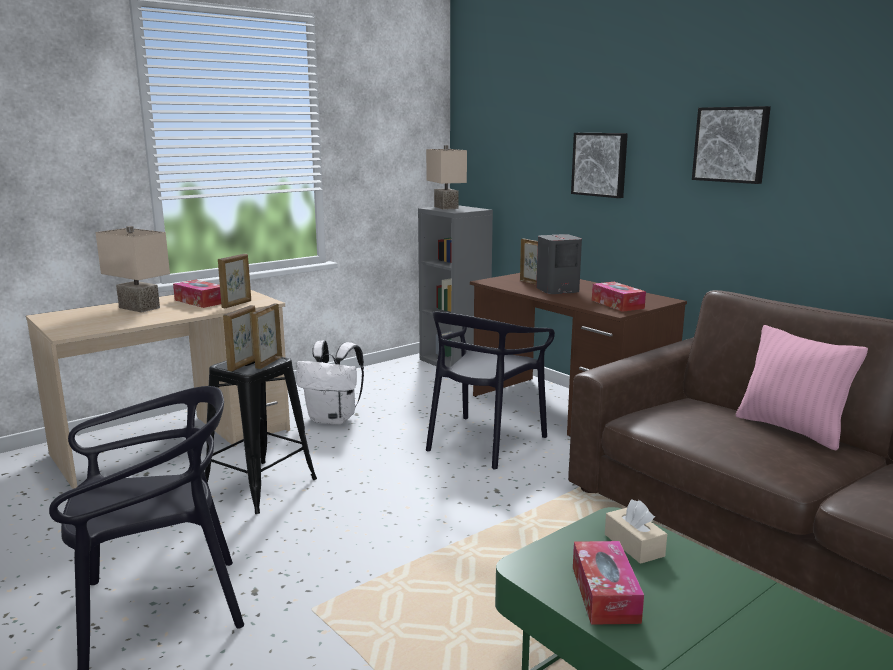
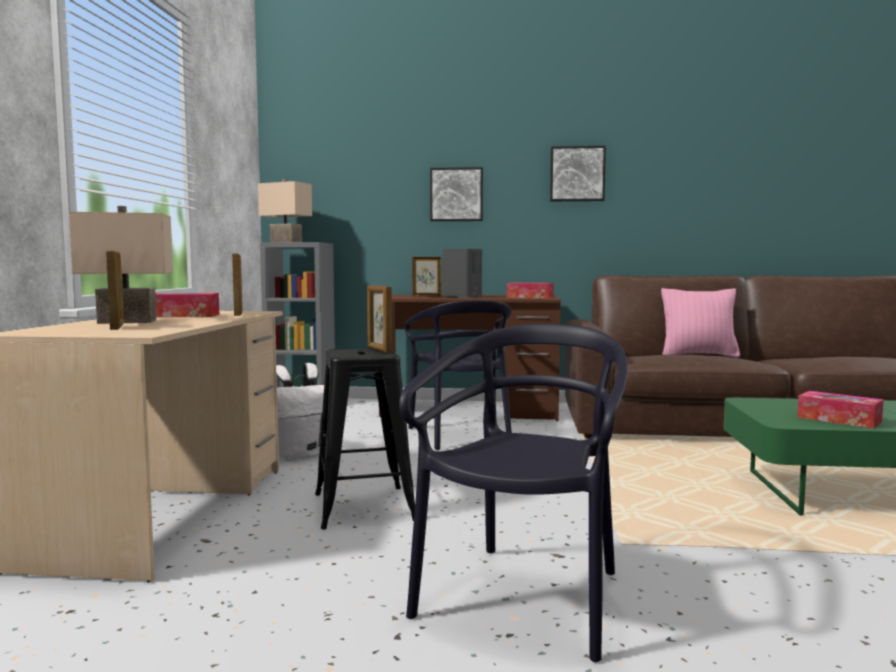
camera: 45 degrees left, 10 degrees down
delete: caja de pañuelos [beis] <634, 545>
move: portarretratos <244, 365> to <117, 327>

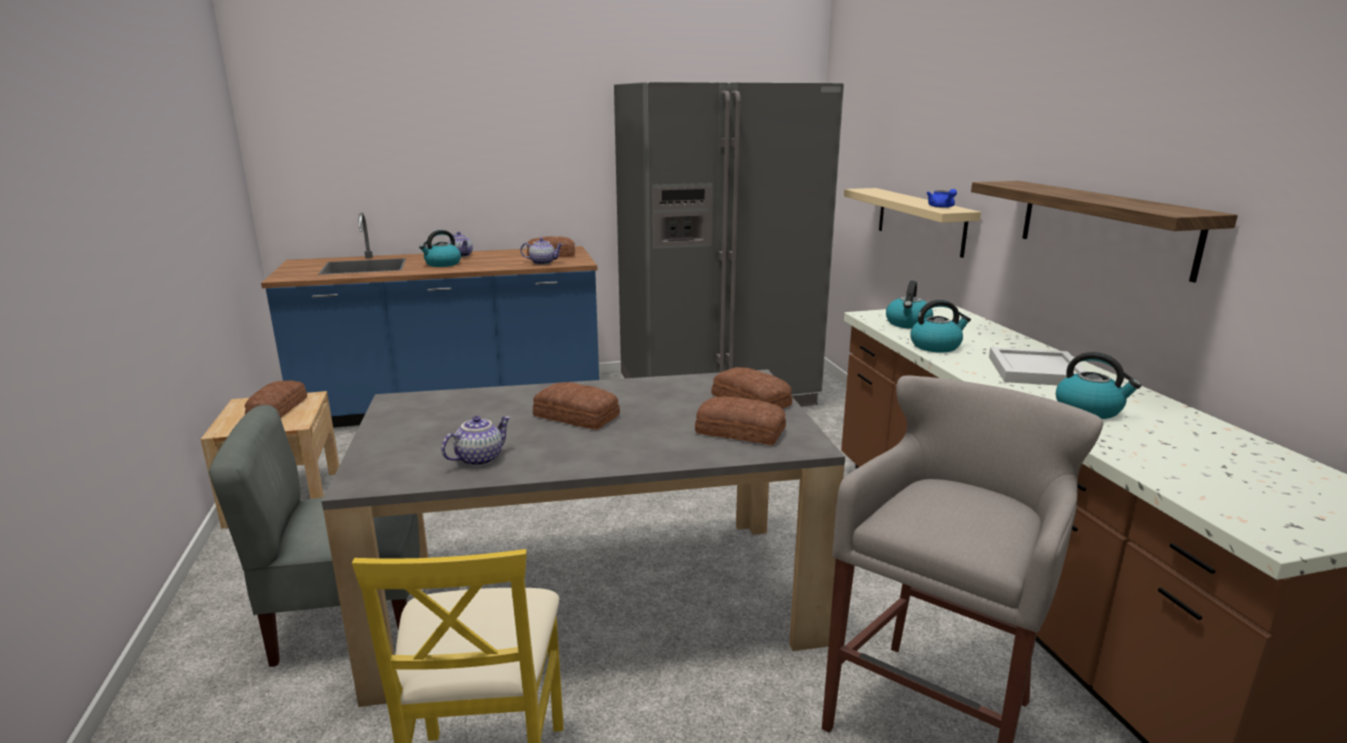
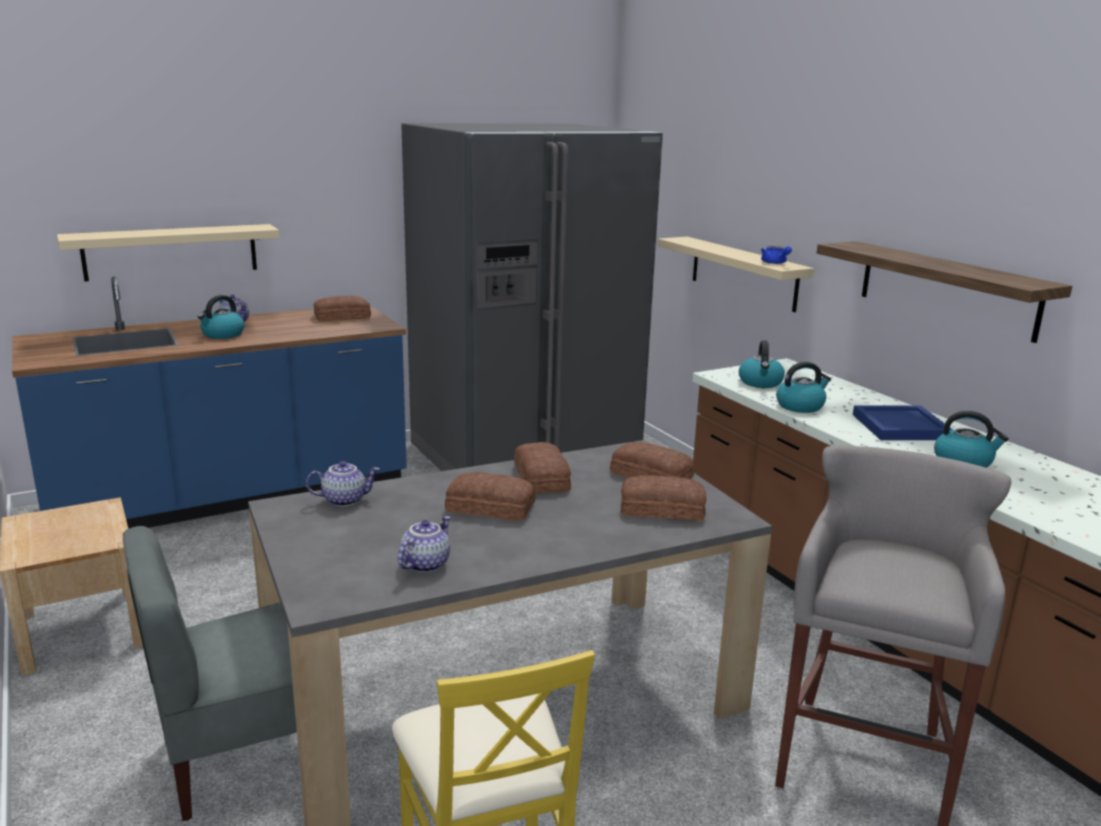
camera: 15 degrees left, 0 degrees up
insert: estante [beis] <171, 252>
move: pan <279, 407> to <542, 477>; tetera <543, 262> to <344, 500>
recolor: bandeja [blanco] <1037, 371> to bandeja [azul] <902, 427>

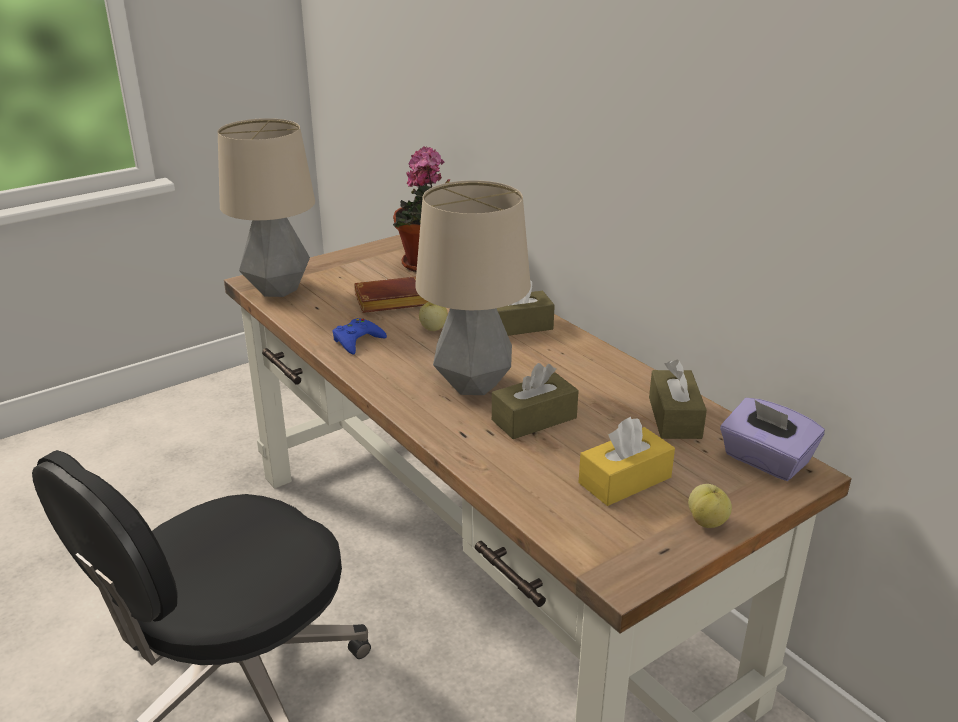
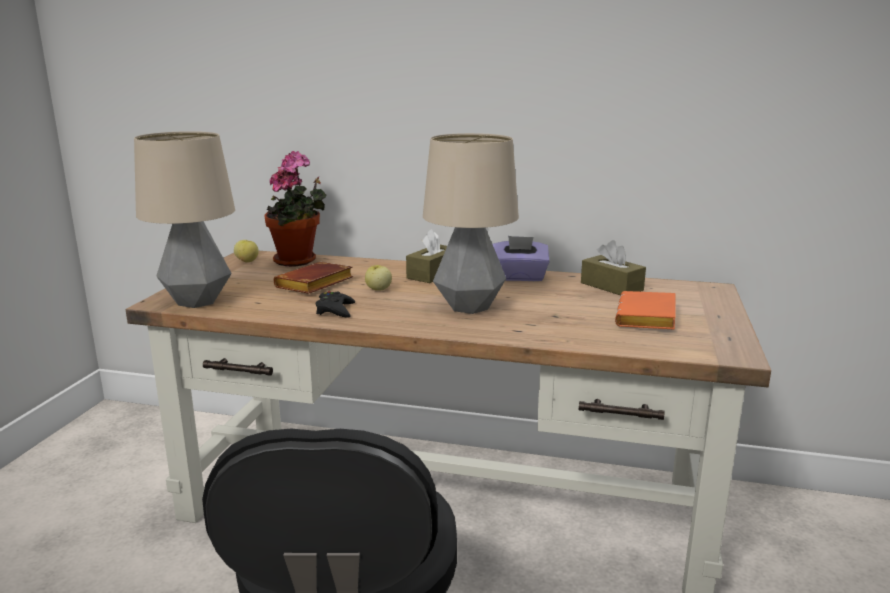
camera: 40 degrees left, 10 degrees down
delete: caja de pañuelos [marrón] <534, 419>
move: manzana <707, 522> to <247, 261>; caja de pañuelos [morado] <765, 460> to <519, 277>
replace: caja de pañuelos [amarillo] <625, 480> to libro [naranja] <648, 318>
recolor: mando de consola [azul] <357, 341> to mando de consola [negro] <335, 310>

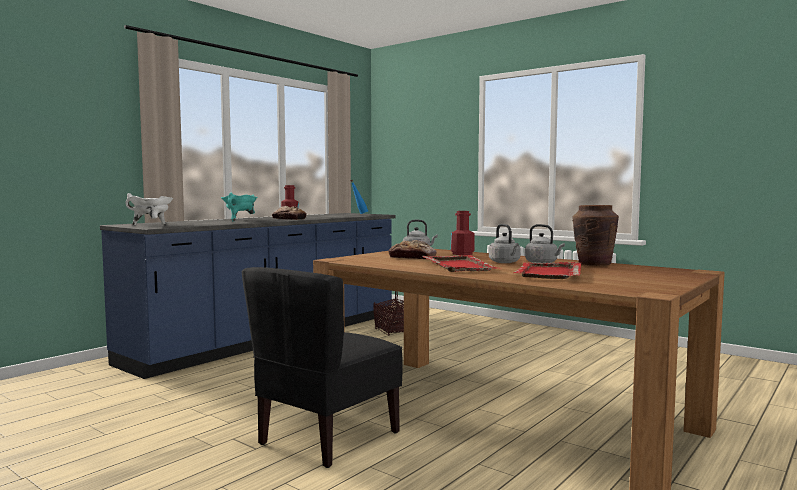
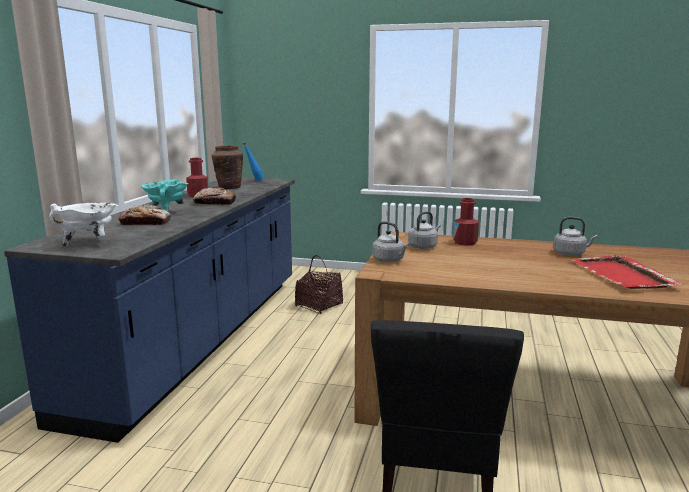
camera: 25 degrees left, 10 degrees up
delete: bandeja [rojo] <458, 266>
move: pan <412, 258> to <146, 223>; hervidor [gris] <505, 262> to <389, 260>; florero [marrón] <594, 264> to <229, 188>

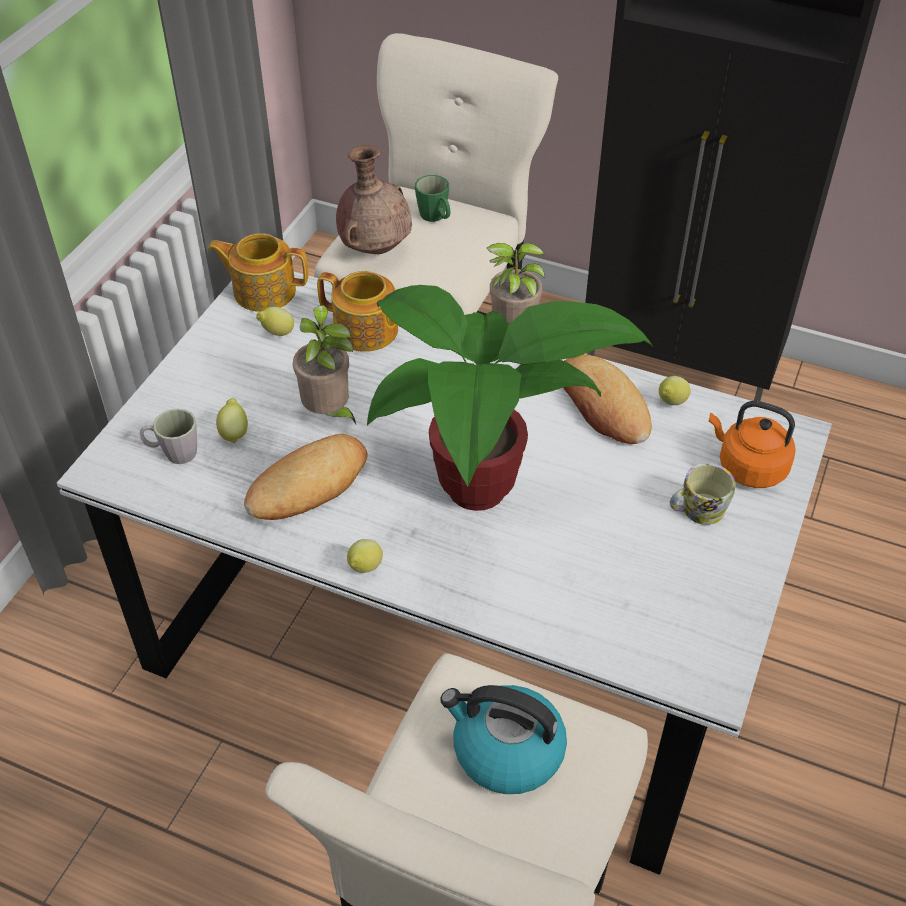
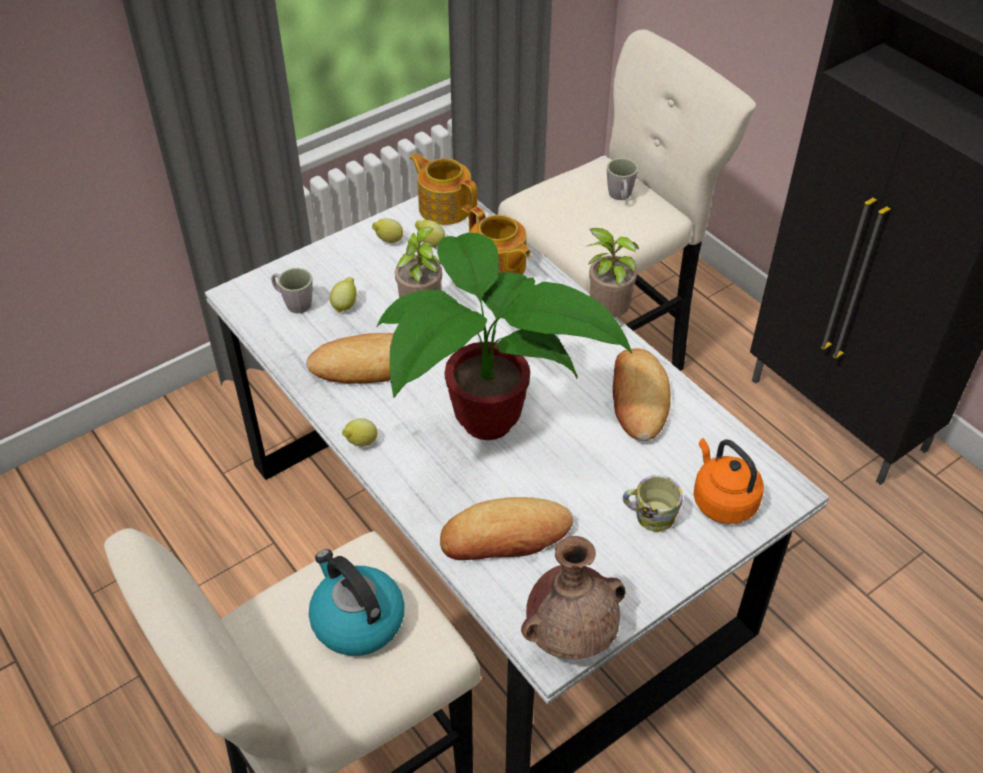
camera: 30 degrees right, 0 degrees up
insert: pan <505, 536>
move: florero [marrón] <376, 248> to <572, 635>; limón <670, 403> to <388, 241>
recolor: taza grande [verde] <436, 217> to taza grande [gris] <620, 196>

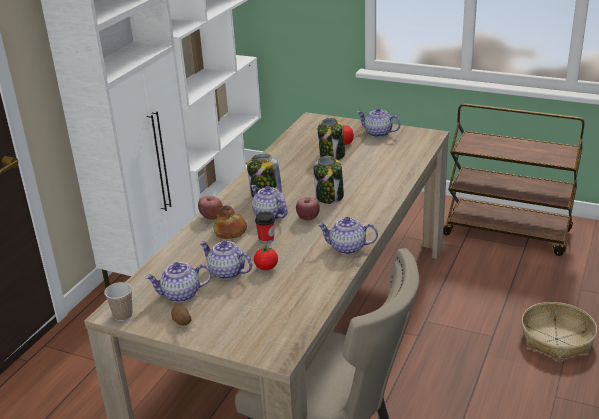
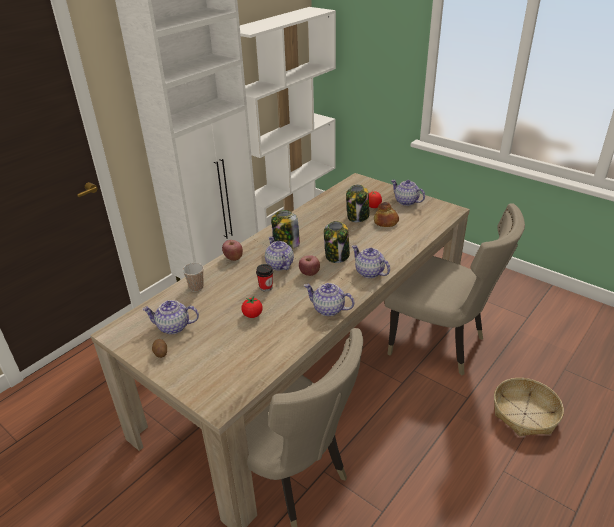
camera: 15 degrees right, 5 degrees up
delete: carrito [marrón] <507, 233>
insert: silla [beis] <440, 344>
move: taza <123, 315> to <196, 287>; tetera <226, 272> to <369, 272>; pan <231, 231> to <386, 221>

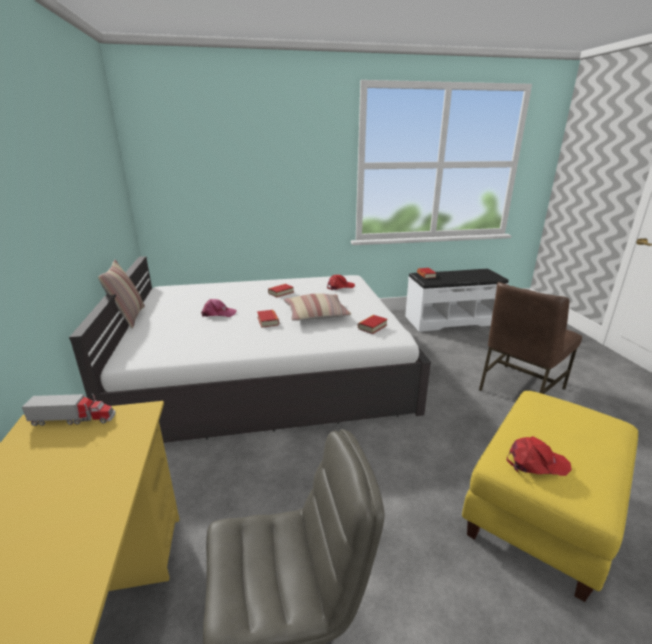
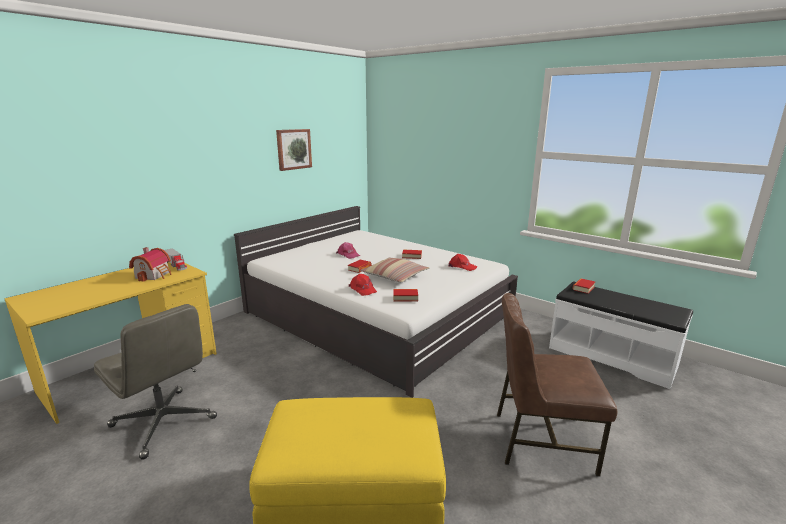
camera: 50 degrees right, 5 degrees down
delete: cojín <129, 317>
insert: casita <154, 275>; cuadro <293, 149>
move: gorra [rojo] <536, 463> to <363, 289>

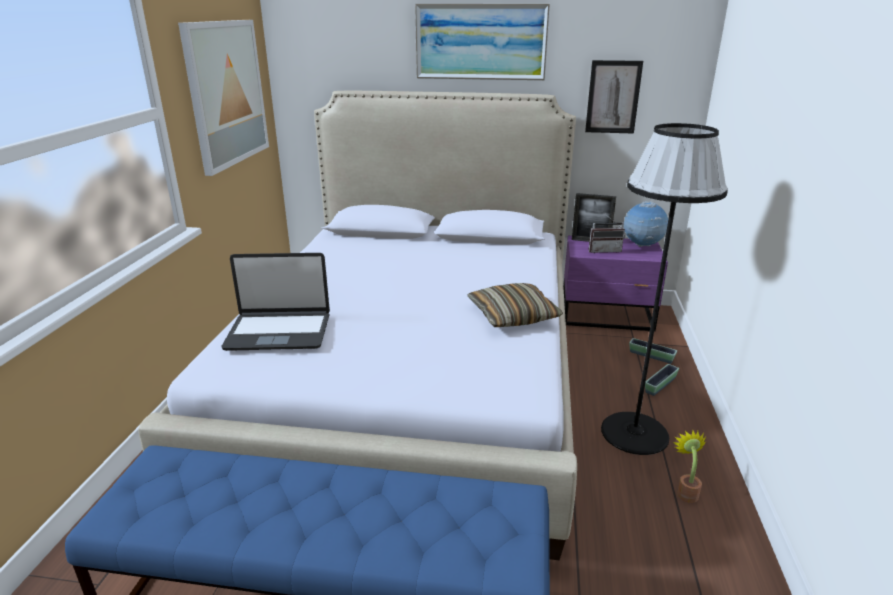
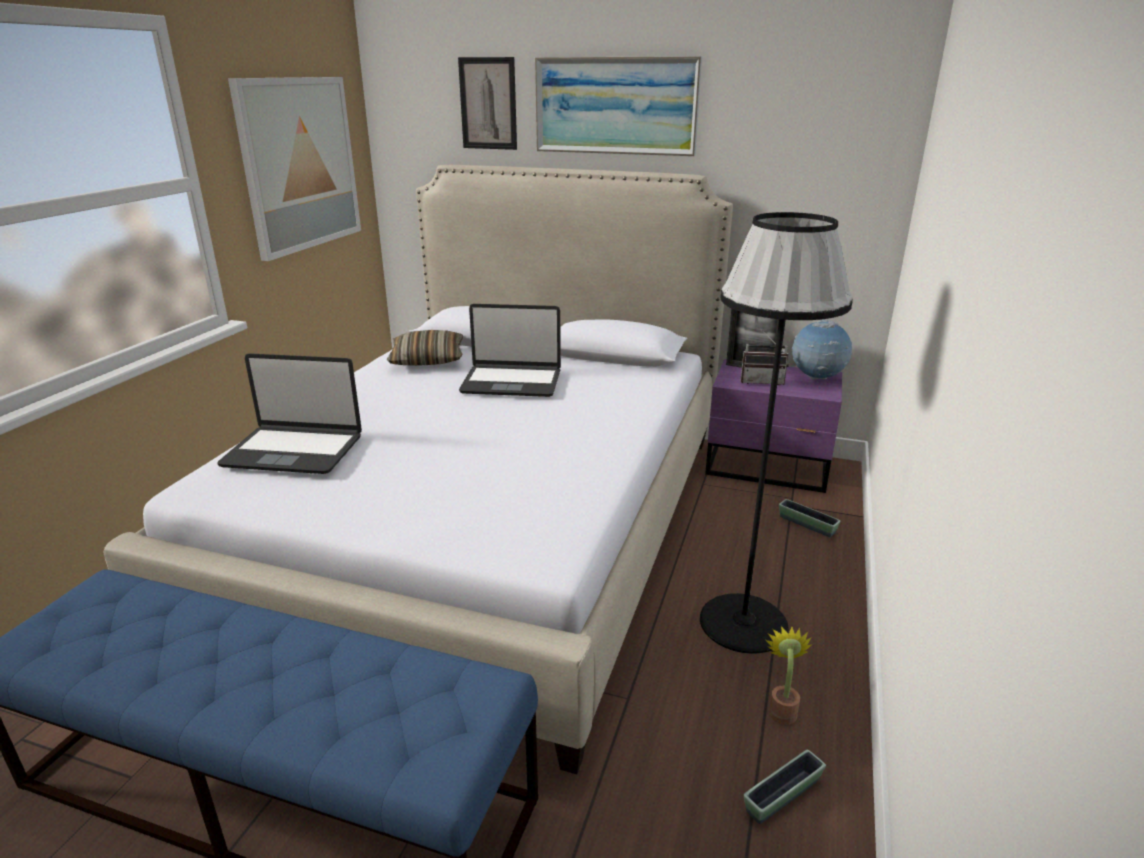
camera: 10 degrees right, 0 degrees up
insert: portátil <511, 382>
move: cojín <513, 315> to <427, 359>; cuadro <613, 97> to <488, 104>; maceta <660, 385> to <782, 796>

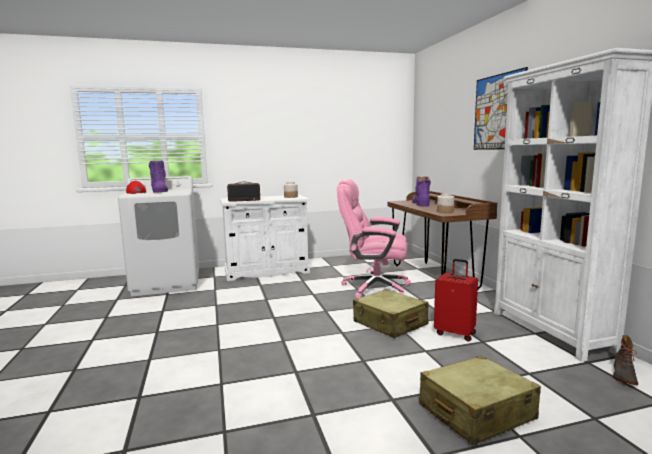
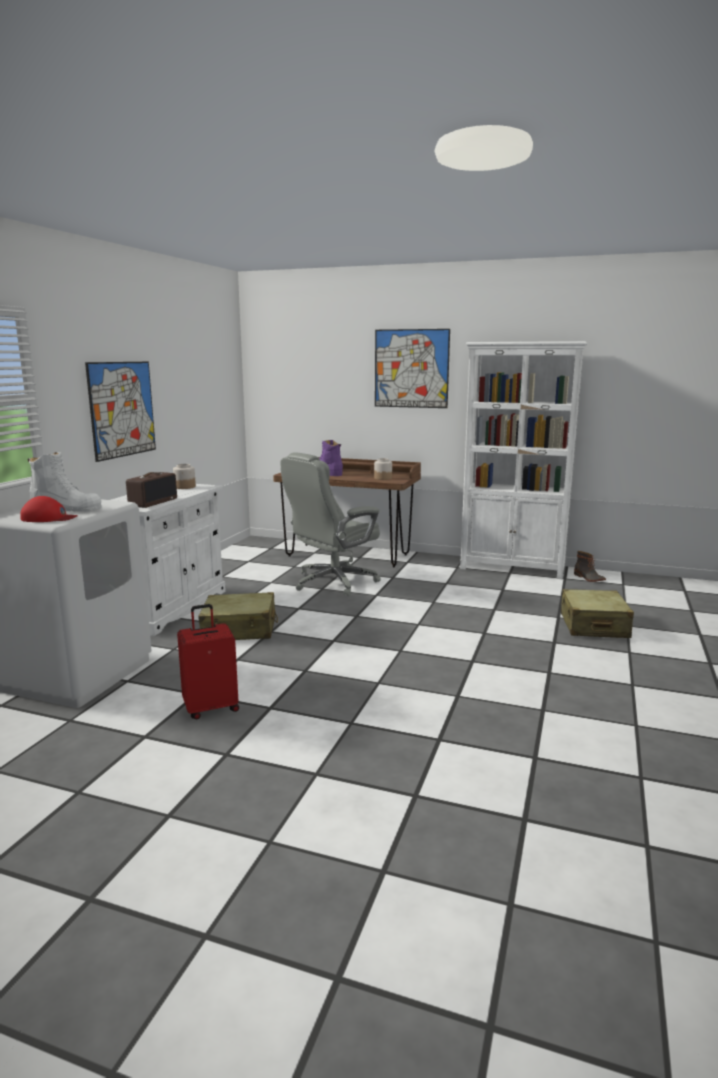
camera: 55 degrees left, 5 degrees up
insert: cuadro <122, 409>
move: maleta [beis] <390, 323> to <239, 629>; maleta [rojo] <455, 333> to <211, 707>
recolor: bota [morado] <159, 191> to bota [blanco] <67, 509>; silla de oficina [rosa] <374, 288> to silla de oficina [gris] <332, 582>

